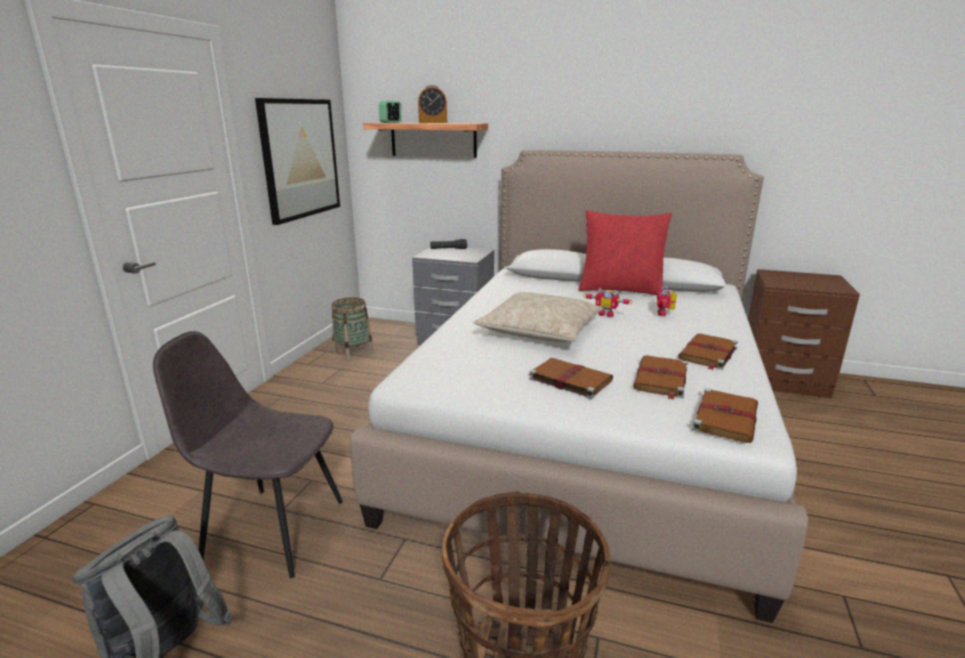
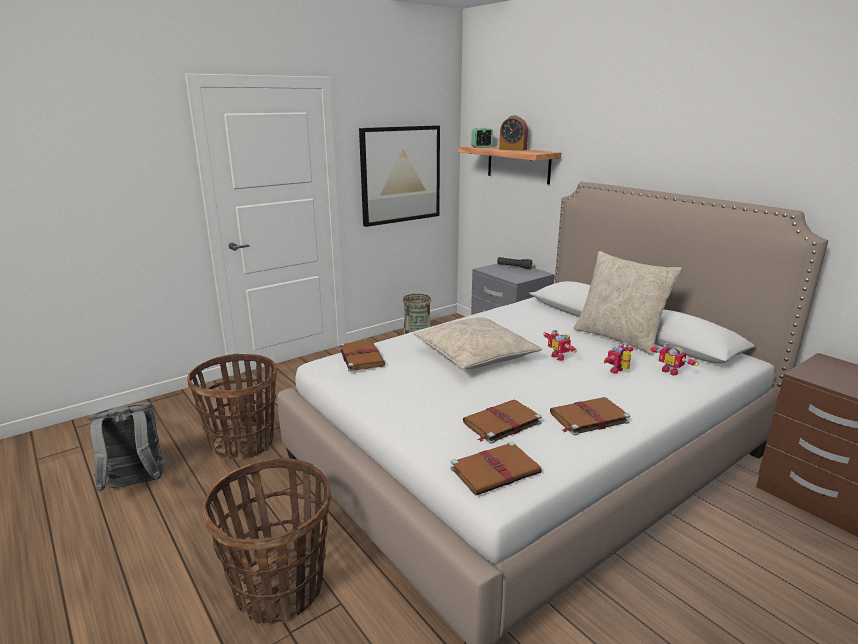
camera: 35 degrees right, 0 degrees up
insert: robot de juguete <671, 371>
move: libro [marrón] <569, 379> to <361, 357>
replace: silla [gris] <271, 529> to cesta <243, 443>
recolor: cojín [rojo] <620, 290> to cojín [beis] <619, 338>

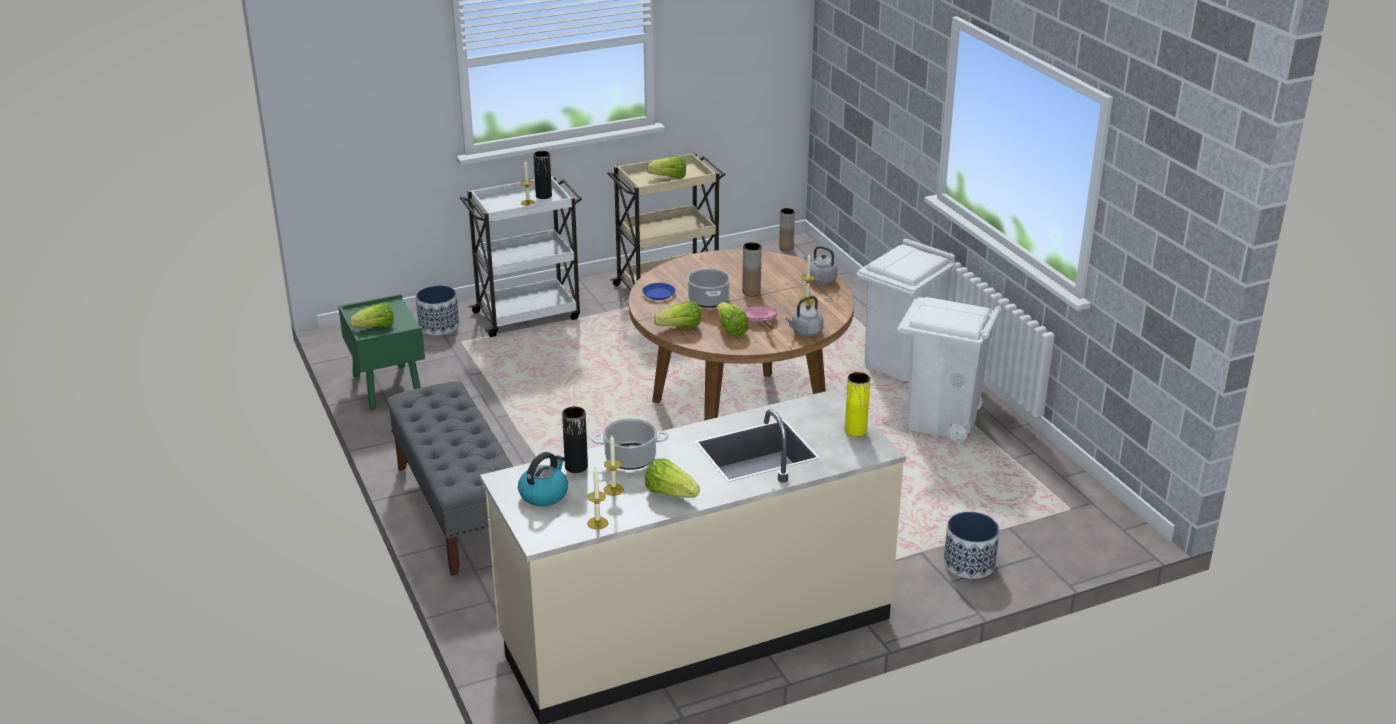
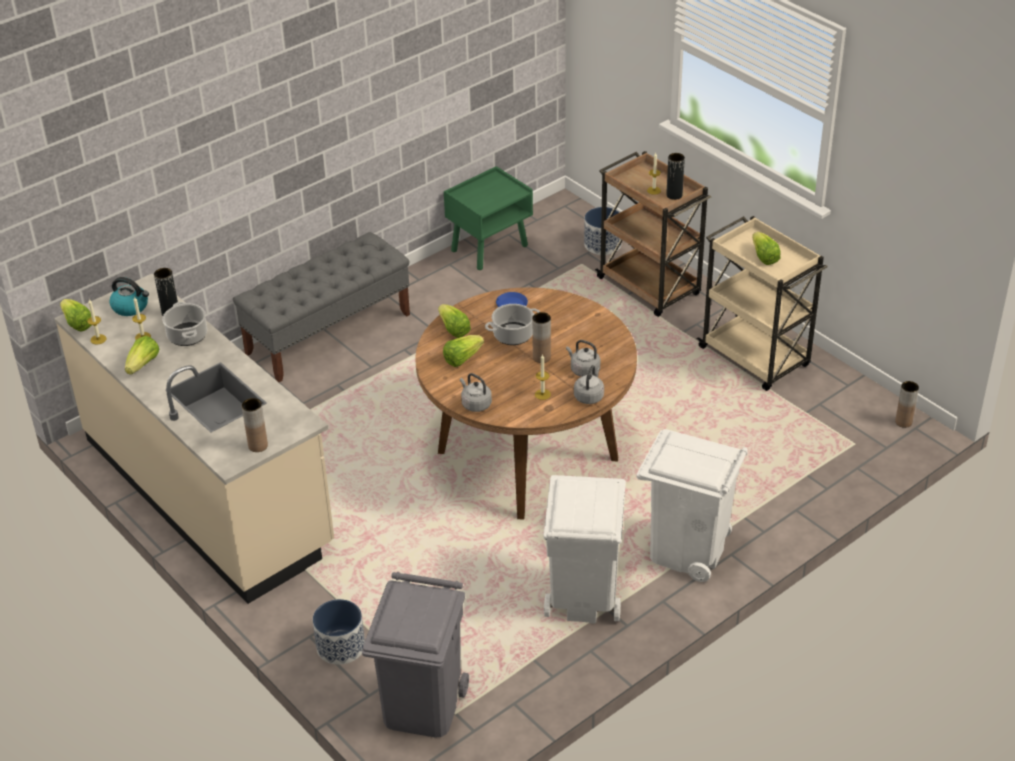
camera: 75 degrees right, 10 degrees up
delete: sartén [rosa] <761, 320>
insert: papelera [gris] <423, 706>; hervidor [gris] <583, 370>
move: lechuga <375, 328> to <77, 323>
recolor: carrito [blanco] <528, 315> to carrito [marrón] <650, 287>; florero [amarillo] <855, 431> to florero [marrón] <258, 446>

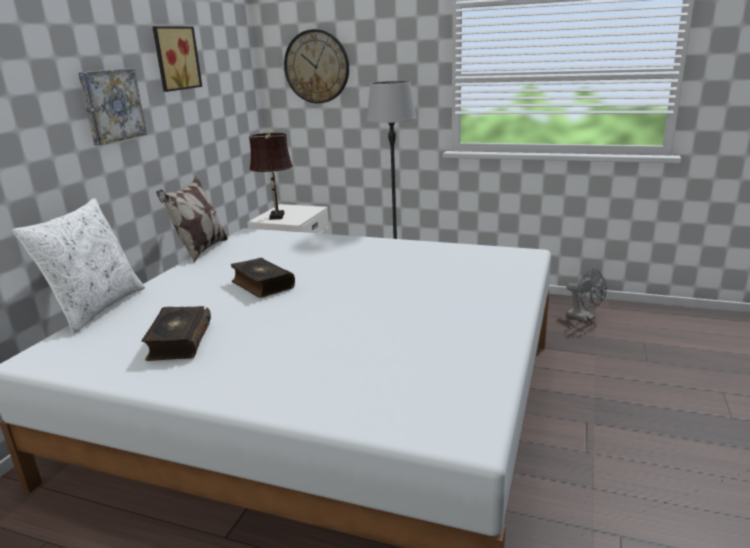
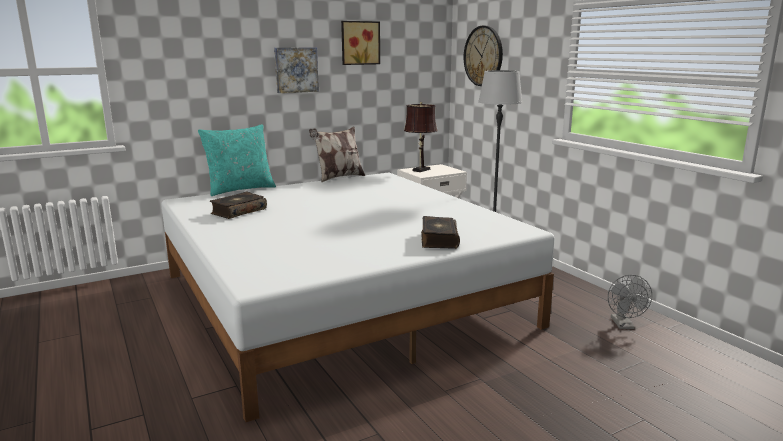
camera: 40 degrees right, 5 degrees down
move: libro <262, 285> to <438, 240>
recolor: cojín [blanco] <96, 308> to cojín [turquesa] <240, 189>

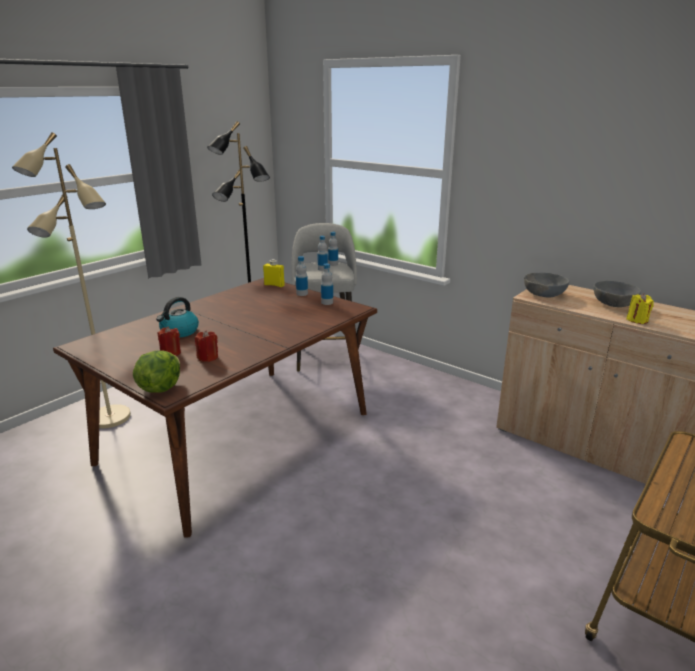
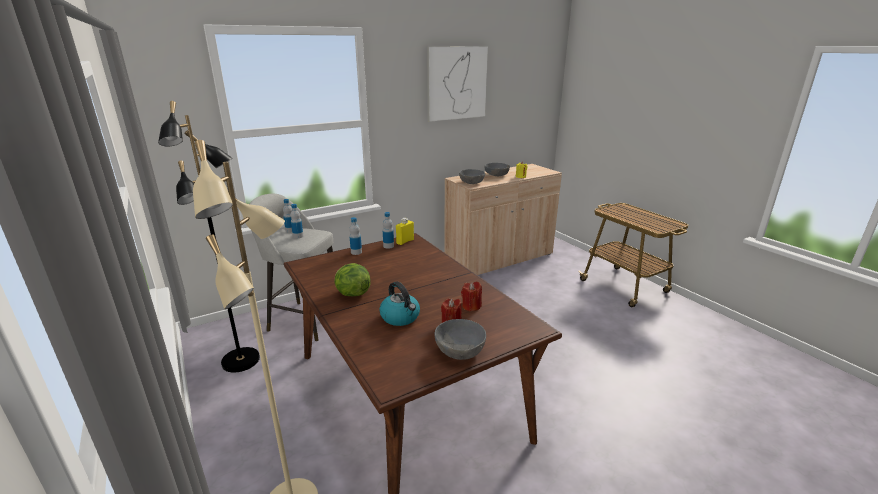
camera: 70 degrees left, 0 degrees up
insert: cuadro <456, 83>; cuenco [gris] <460, 350>
move: lechuga <160, 388> to <352, 294>; botella [amarillo] <274, 285> to <405, 241>

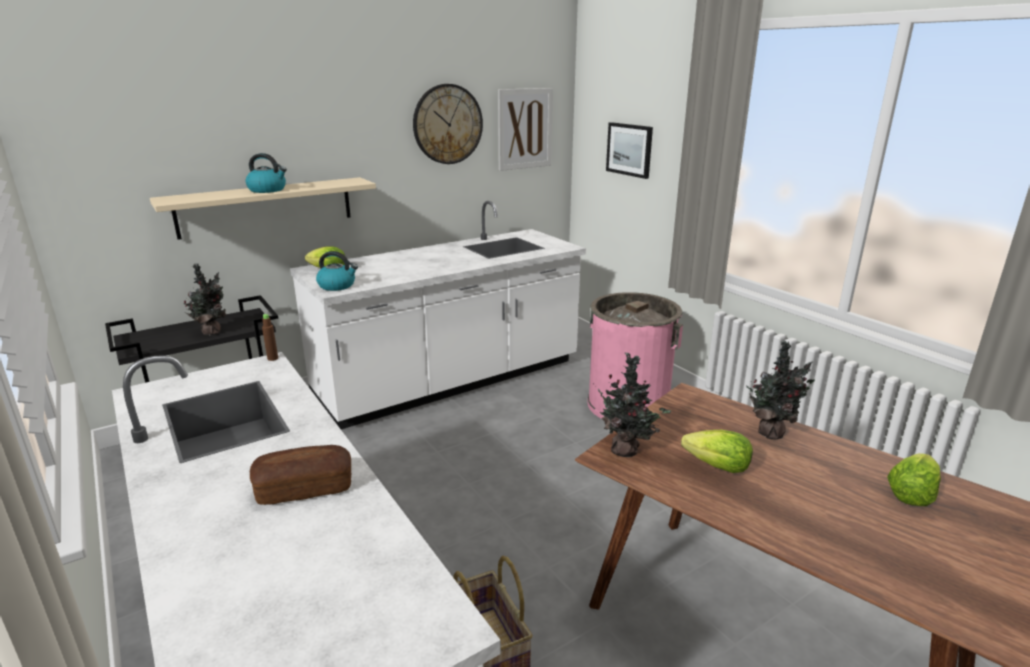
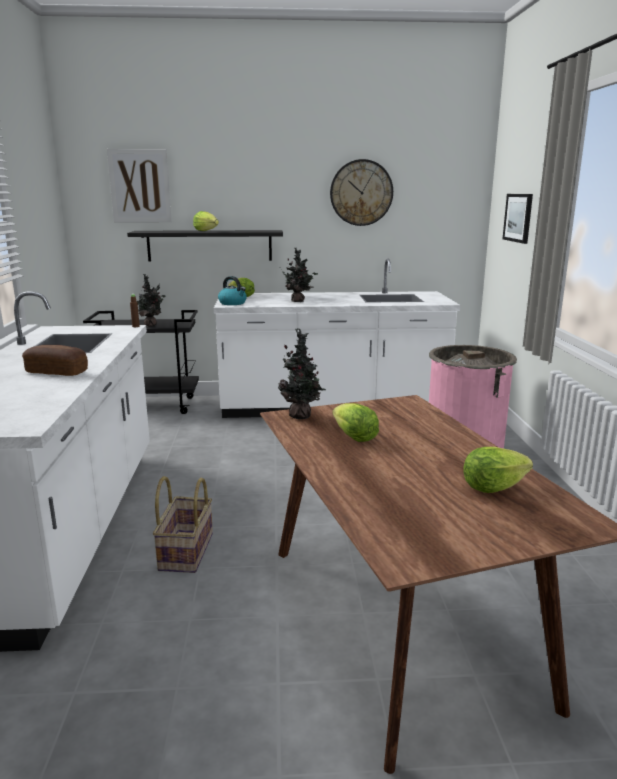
camera: 30 degrees right, 5 degrees down
move: cuadro <524, 129> to <140, 186>; planta en maceta <772, 432> to <299, 301>
replace: hervidor <268, 190> to lechuga <206, 231>
recolor: estante [beis] <266, 207> to estante [negro] <209, 245>

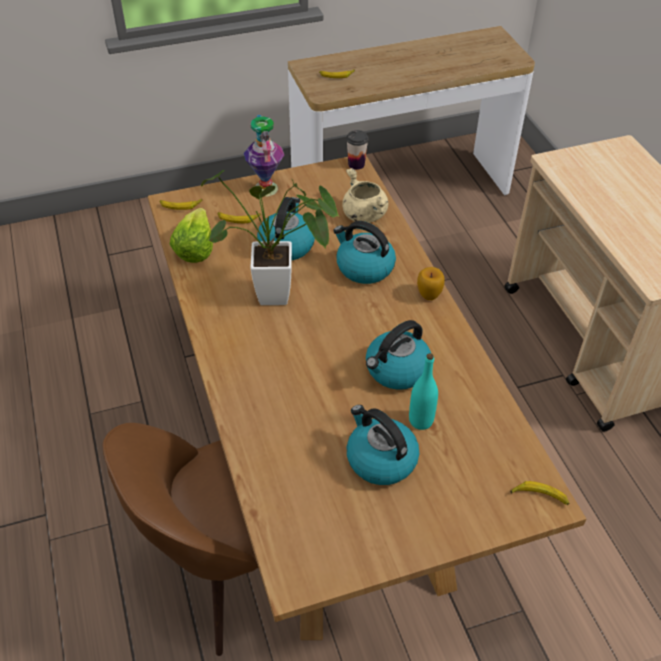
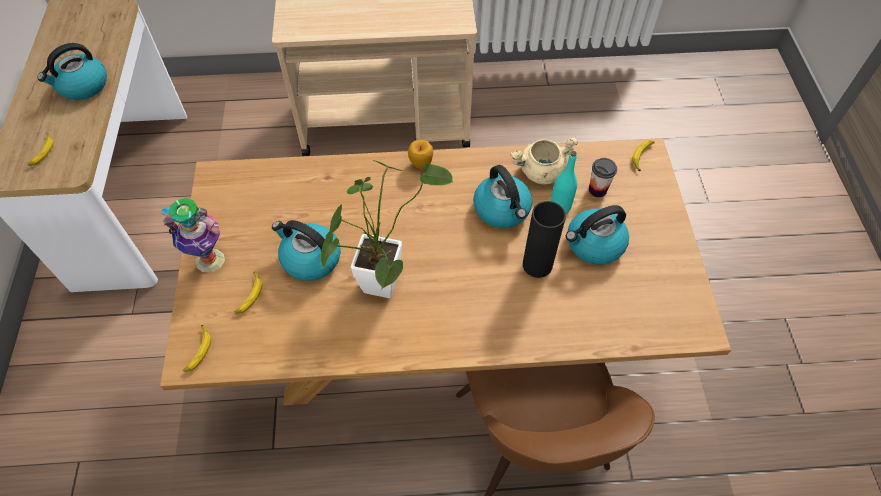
camera: 75 degrees left, 10 degrees up
delete: lechuga <194, 248>
insert: florero [negro] <537, 265>
move: hervidor <364, 267> to <83, 86>; olla [beis] <363, 215> to <540, 172>; taza <356, 164> to <597, 190>

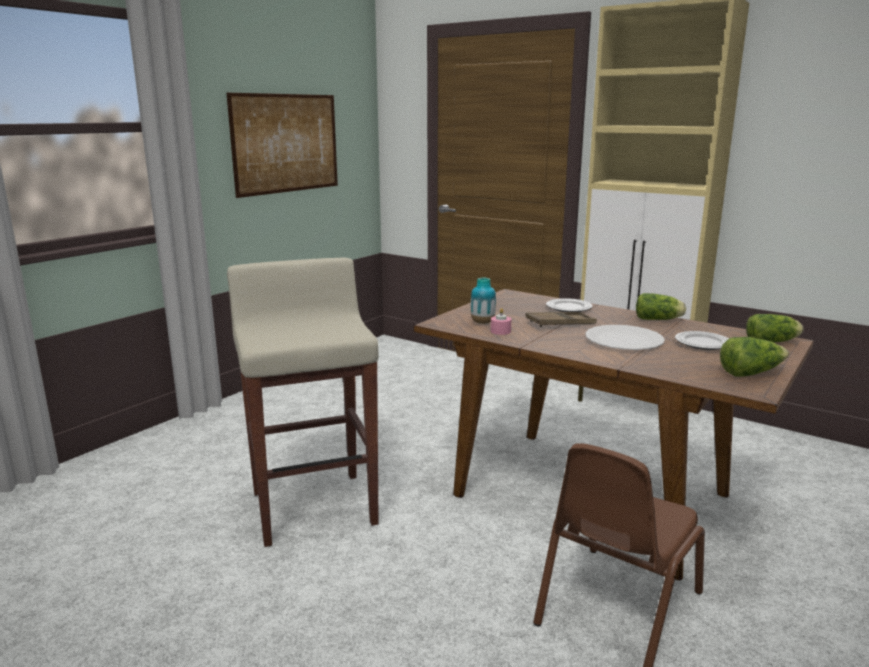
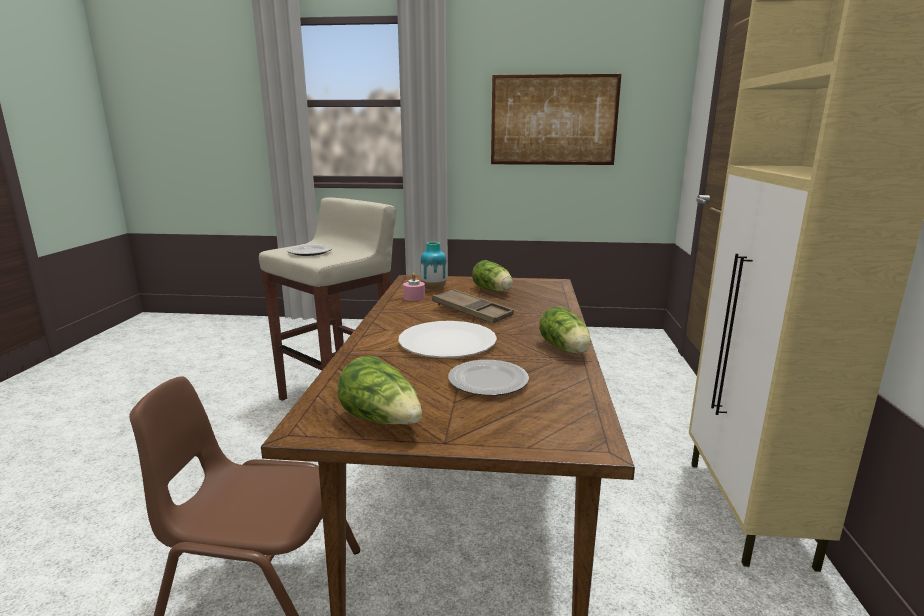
camera: 60 degrees right, 0 degrees up
move: plato <568, 308> to <310, 252>; lechuga <773, 342> to <493, 290>

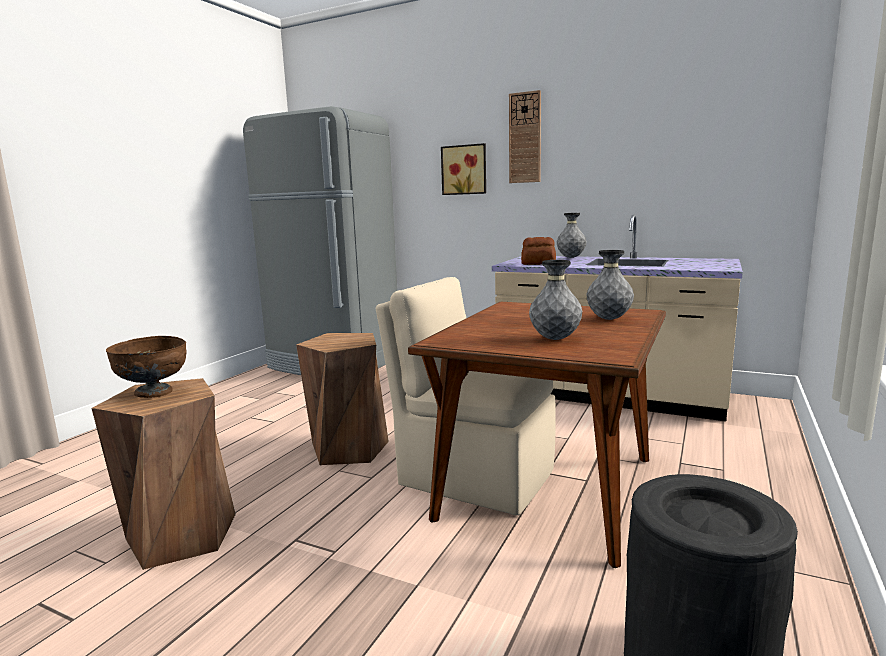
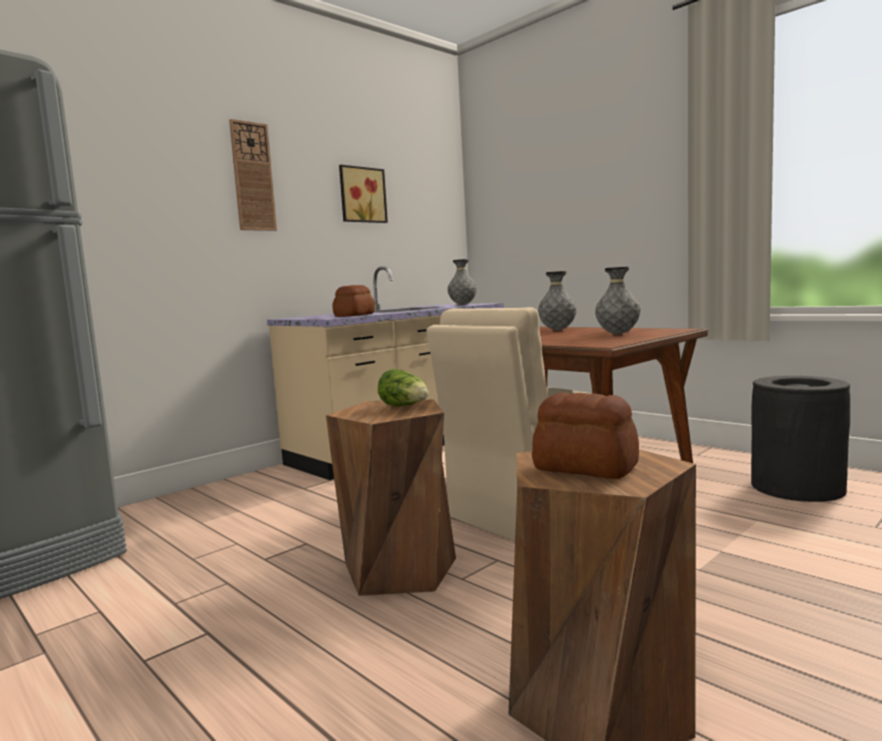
camera: 70 degrees left, 5 degrees down
insert: lechuga <405, 407>
move: cuadro <464, 170> to <361, 195>; florero [gris] <571, 257> to <462, 304>
replace: cuenco [marrón] <154, 393> to pan <586, 468>

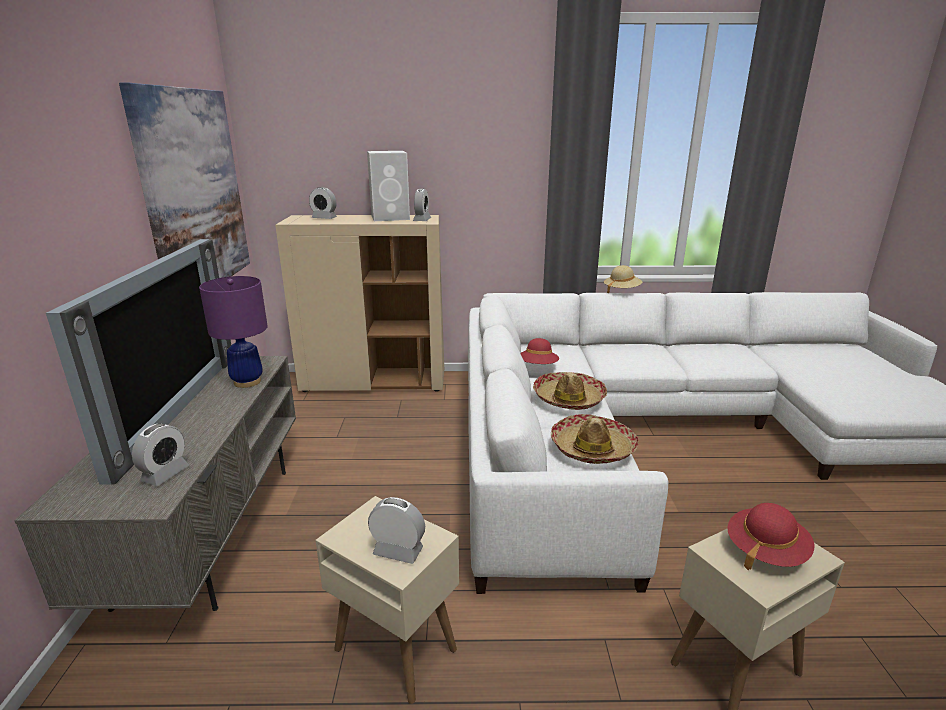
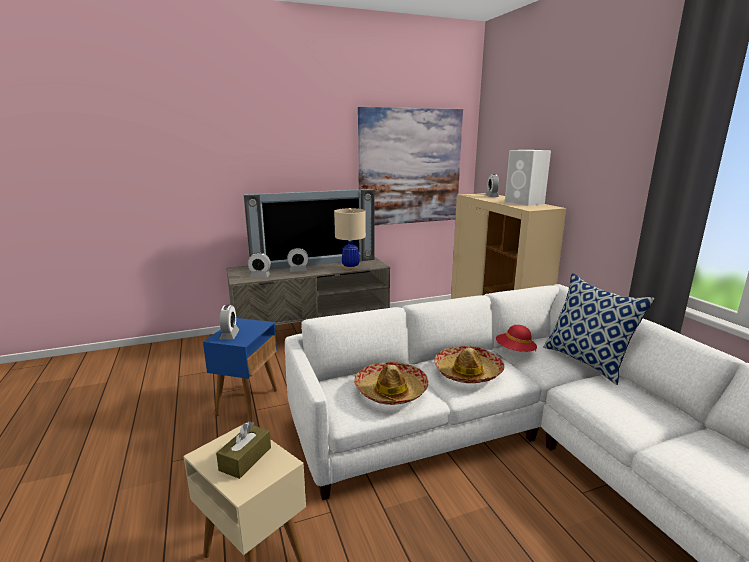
camera: 70 degrees right, 5 degrees down
delete: sombrero [beis] <621, 290>
insert: cojín <587, 362>
move: despertador <422, 220> to <298, 270>
replace: sombrero [rojo] <765, 551> to caja de pañuelos [marrón] <245, 459>
recolor: lámpara de mesa [morado] <247, 382> to lámpara de mesa [beis] <350, 267>; mesa auxiliar [beis] <394, 649> to mesa auxiliar [azul] <248, 401>

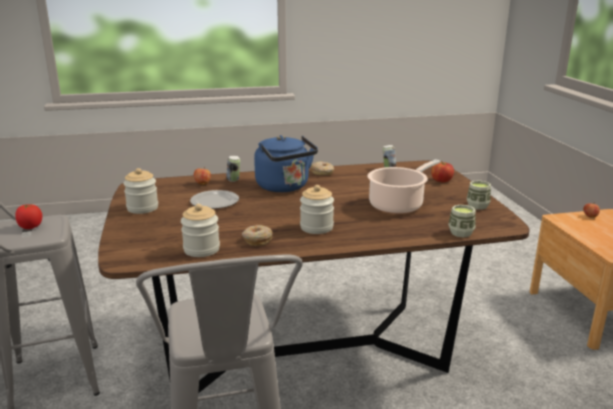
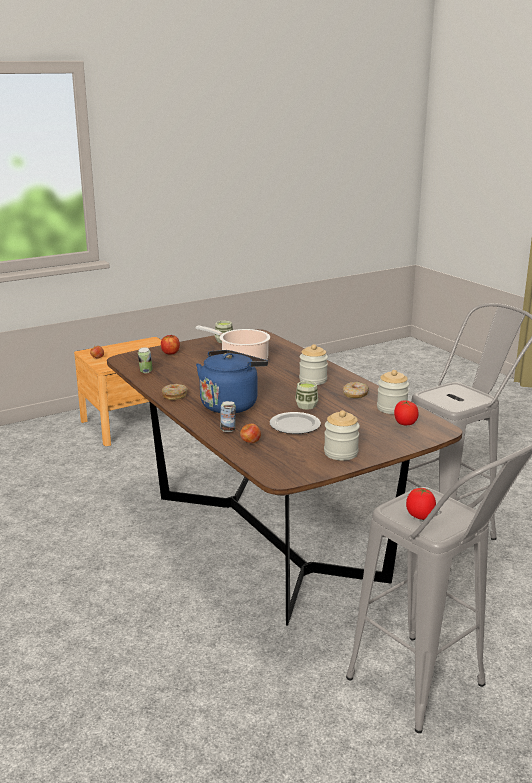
camera: 110 degrees left, 0 degrees up
insert: tomate <405, 423>
move: taza <461, 233> to <306, 406>

